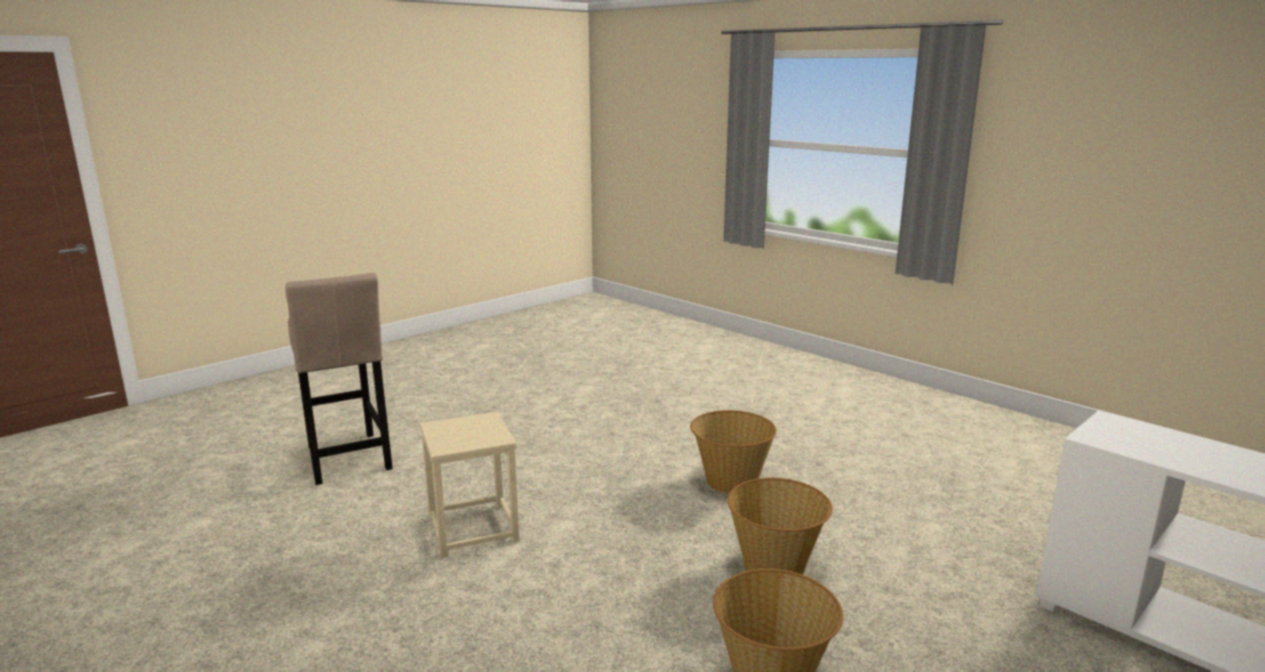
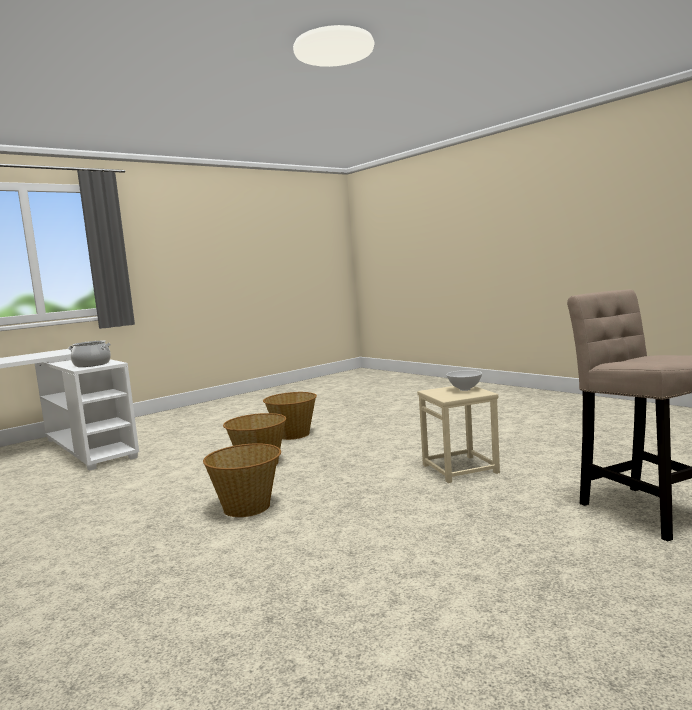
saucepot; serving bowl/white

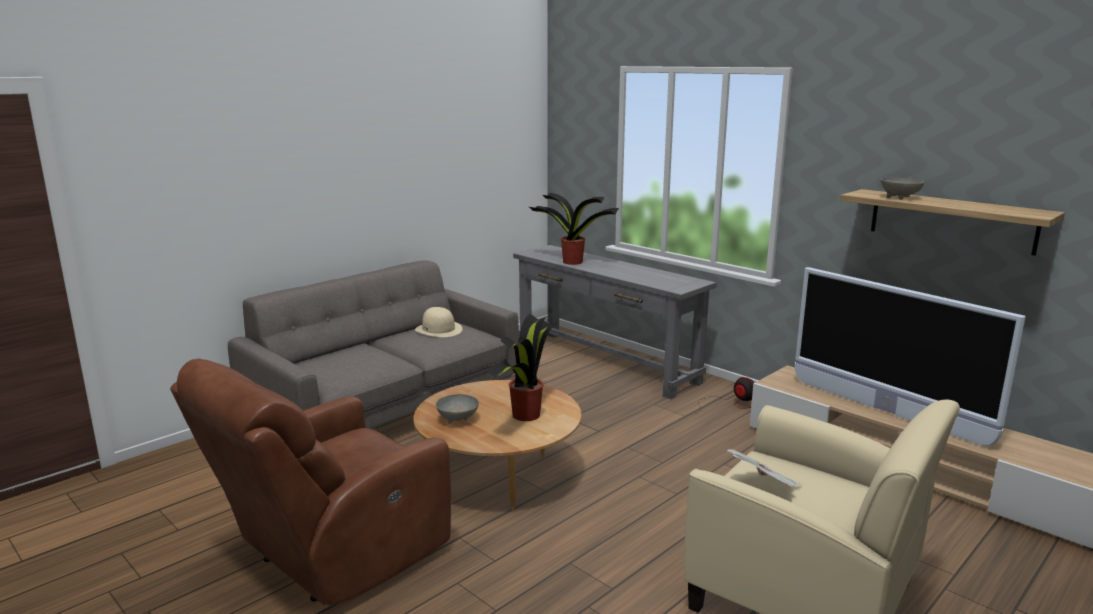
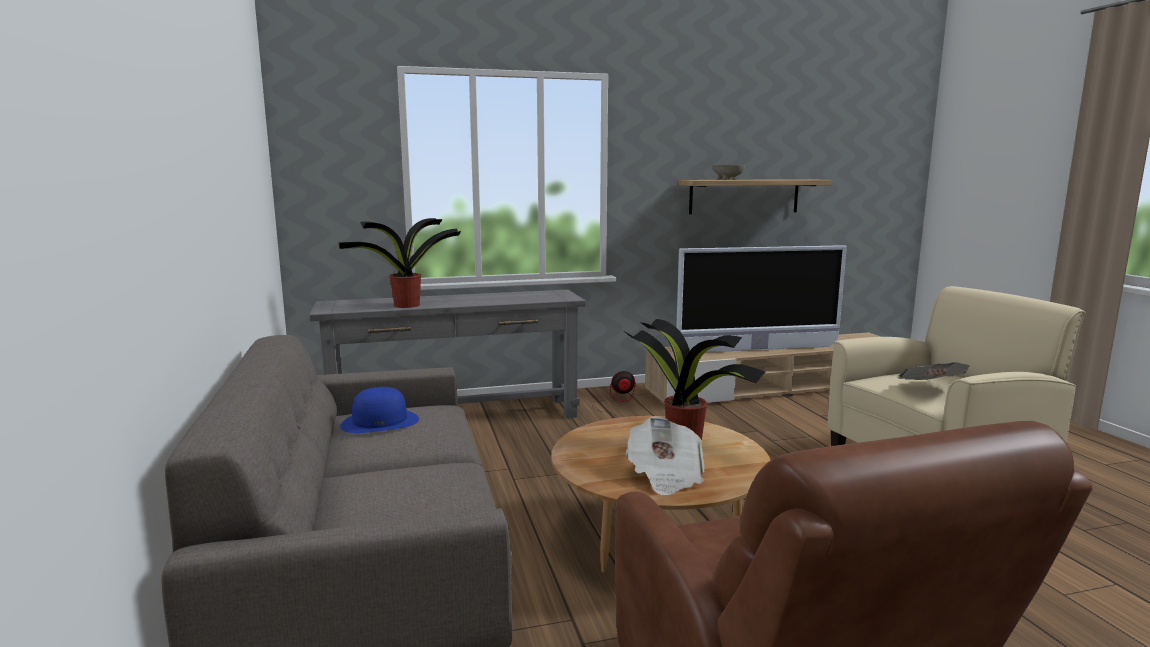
daily paper (1st from left); hat/blue-coloured

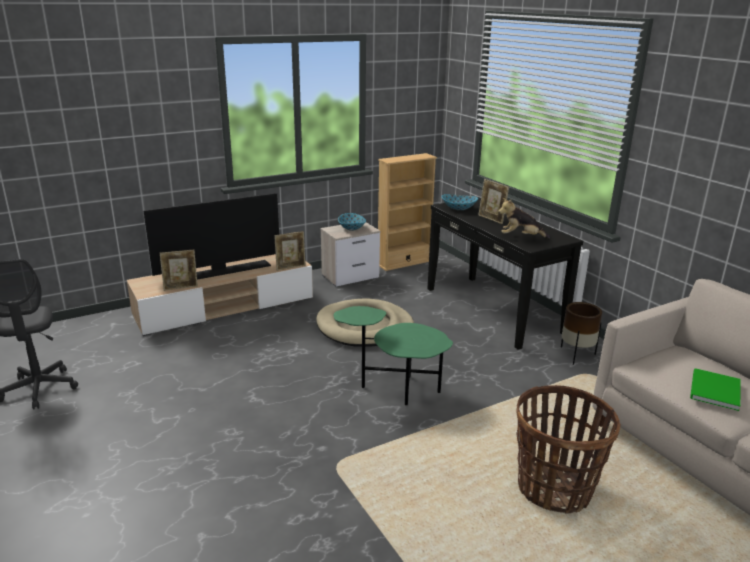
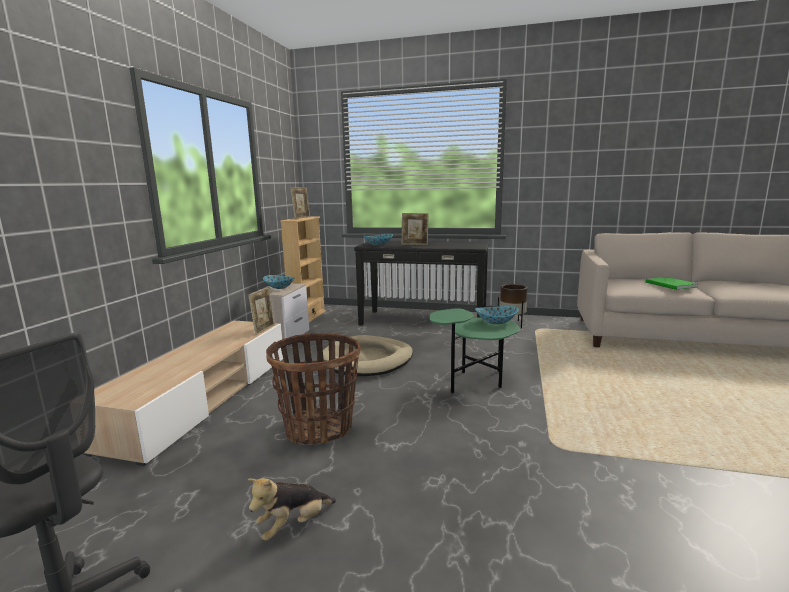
television; serving bowl (3rd from left); standing frame (2nd from left); soft toy; household basket

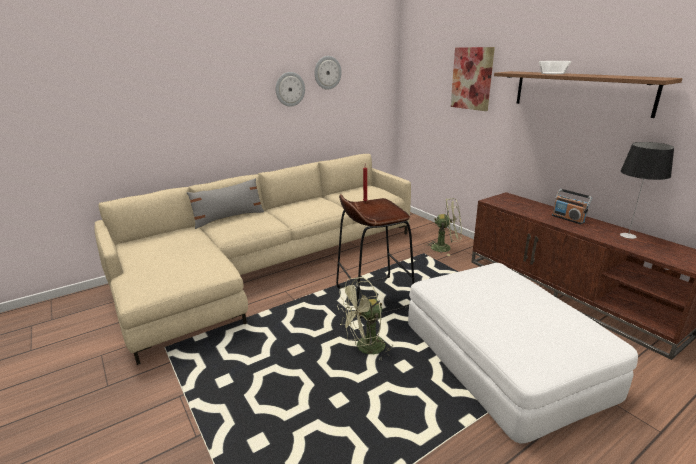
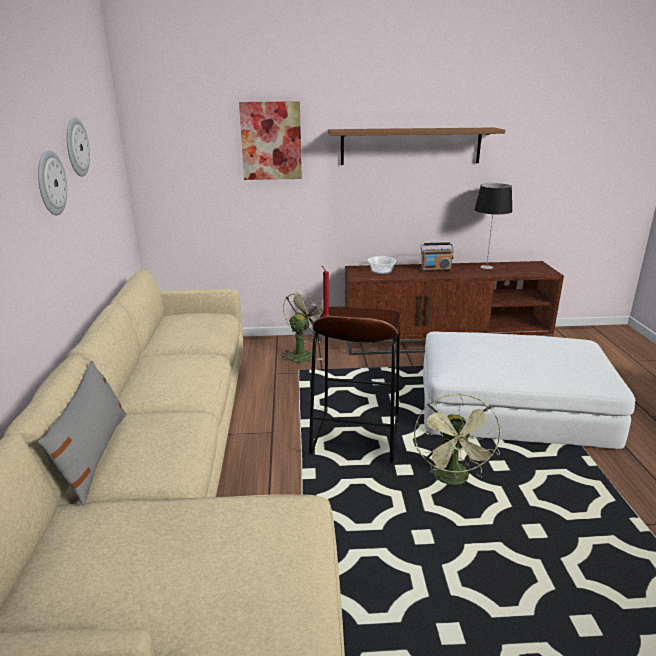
serving bowl

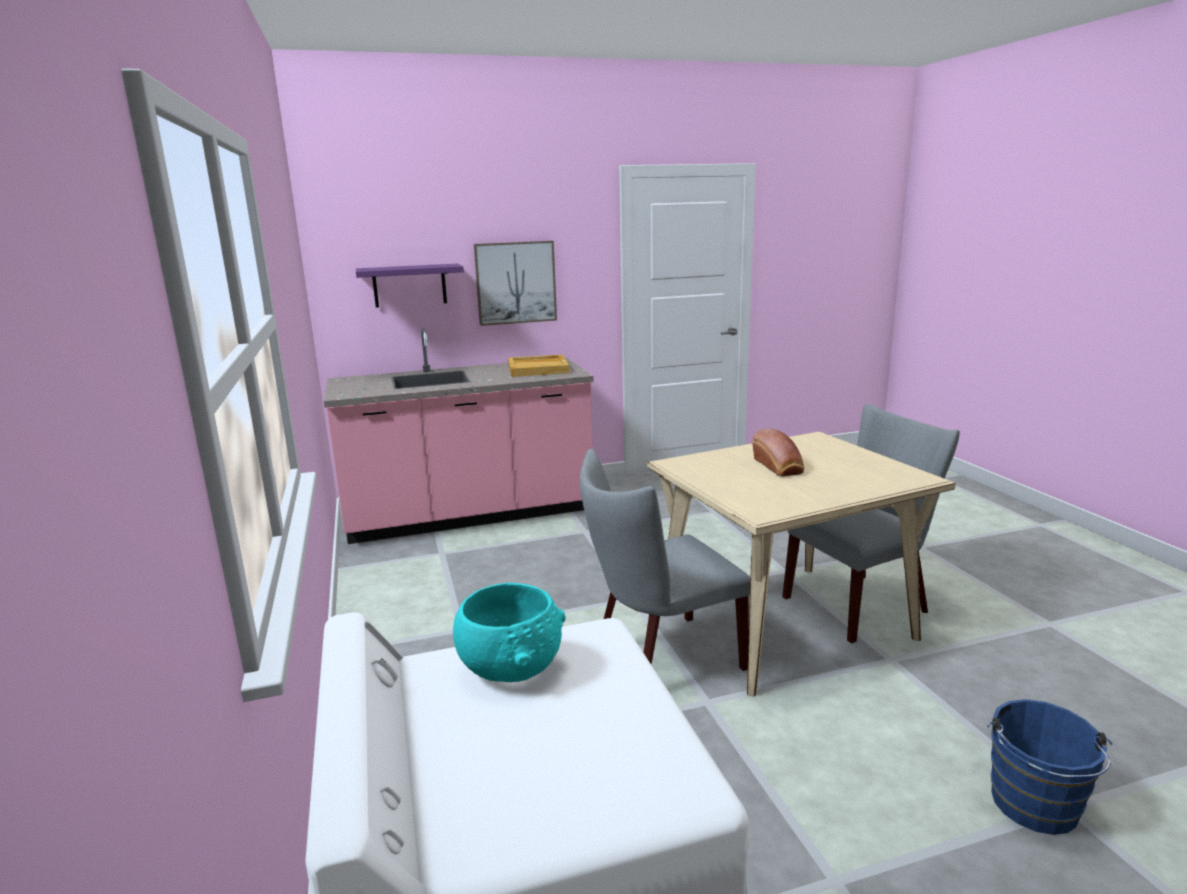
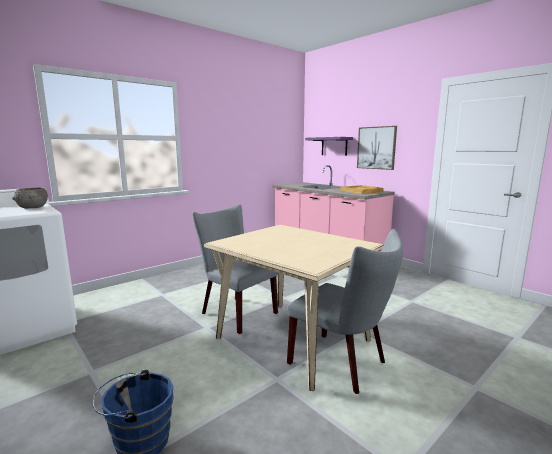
baked bread; serving bowl/grey

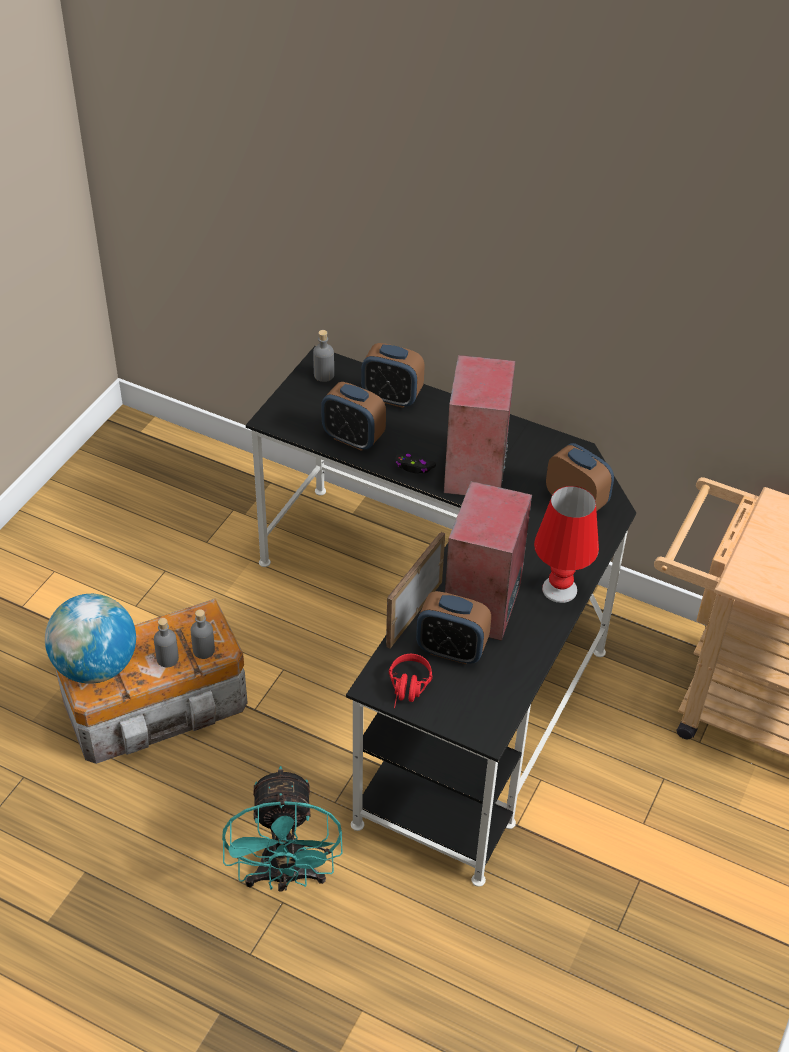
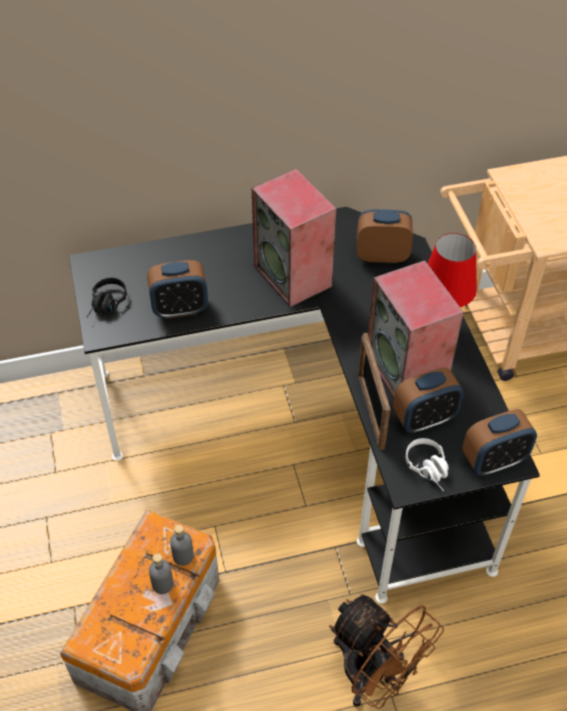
desk globe; beverage bottle/grey (3rd from left in the first image); gamepad/black; pair of headphones/black; alarm clock (4th from left); electric fan/brown-coloured; pair of headphones/white

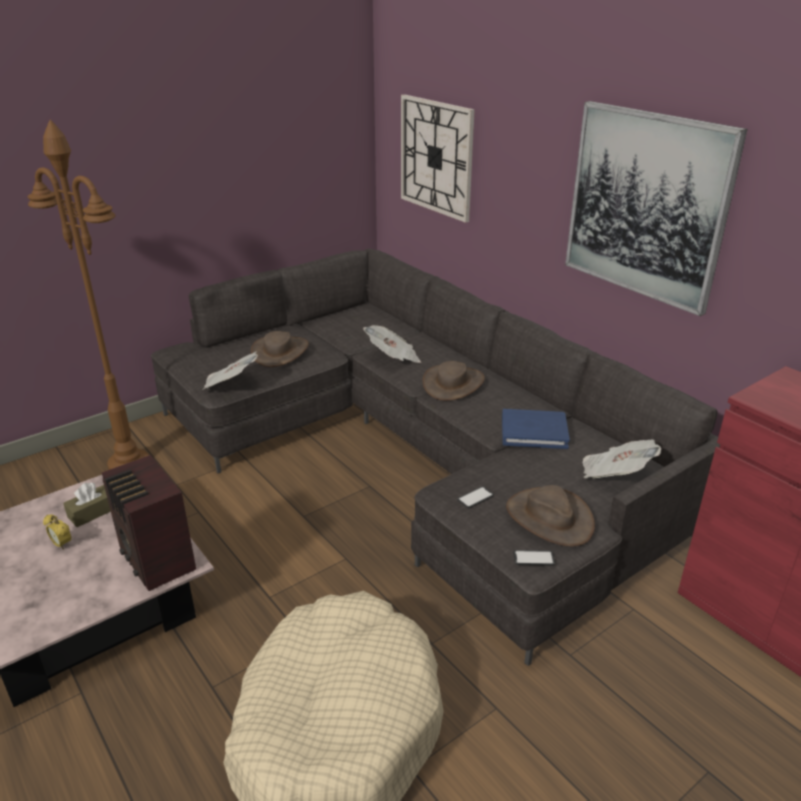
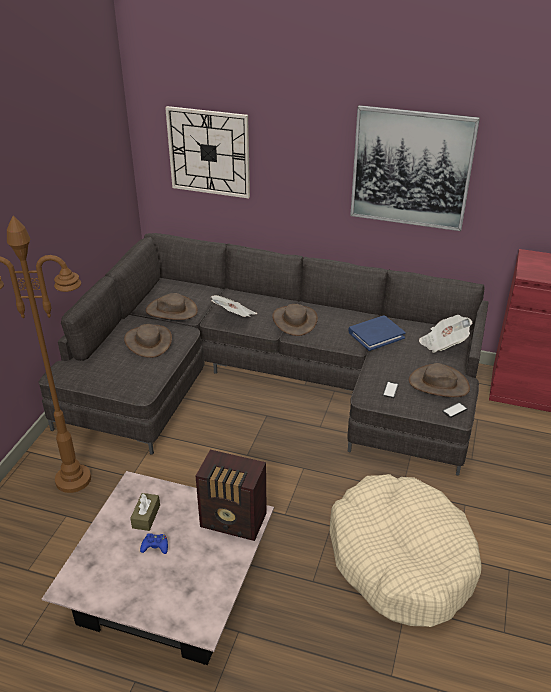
daily paper (1st from left in the first image); hat/brown-coloured (2nd from left); gamepad/blue-coloured

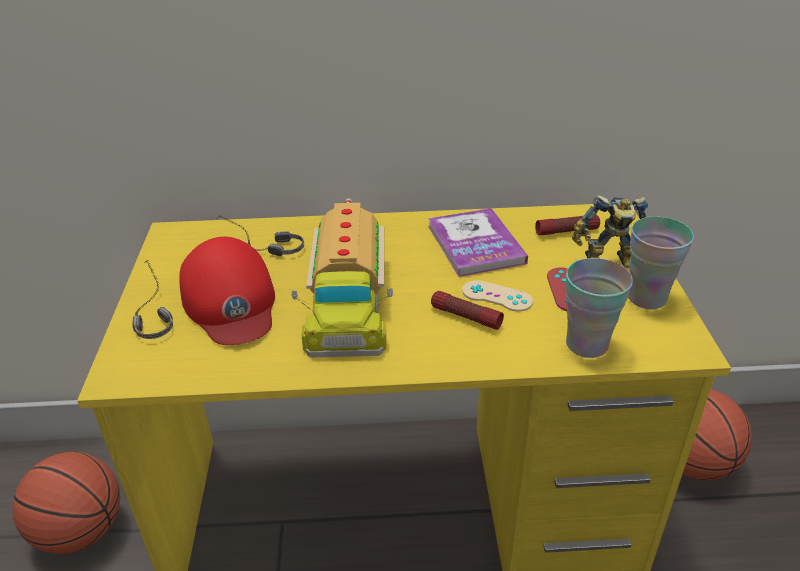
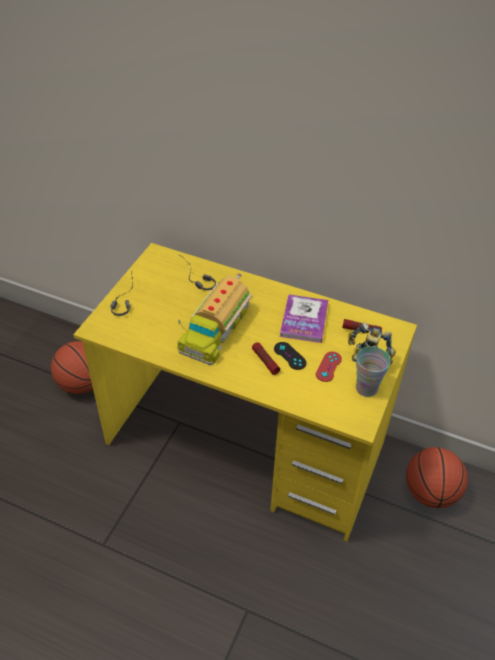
peaked cap/reddish; drinking cup (1st from left in the first image); gamepad/black

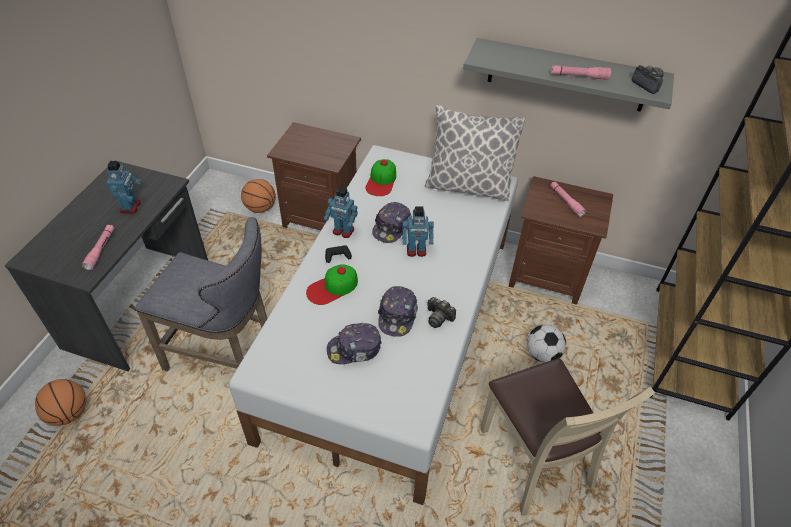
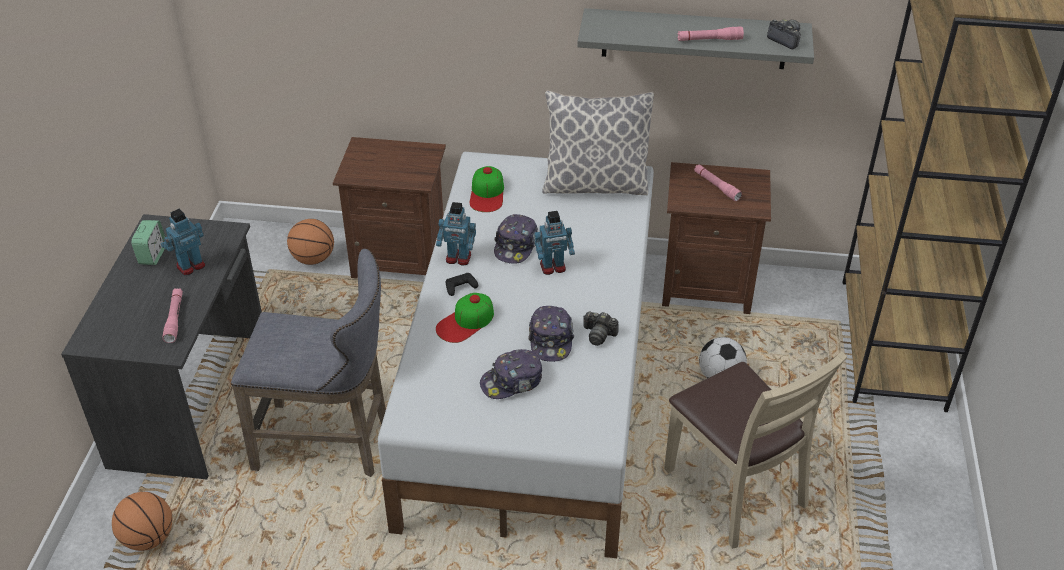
alarm clock; toy robot (1st from left)

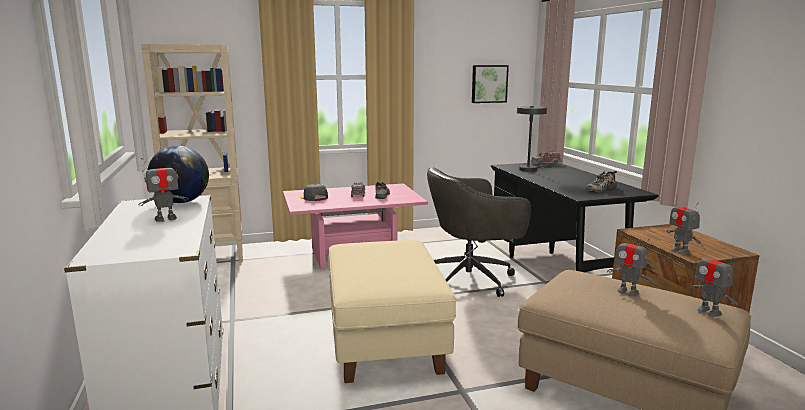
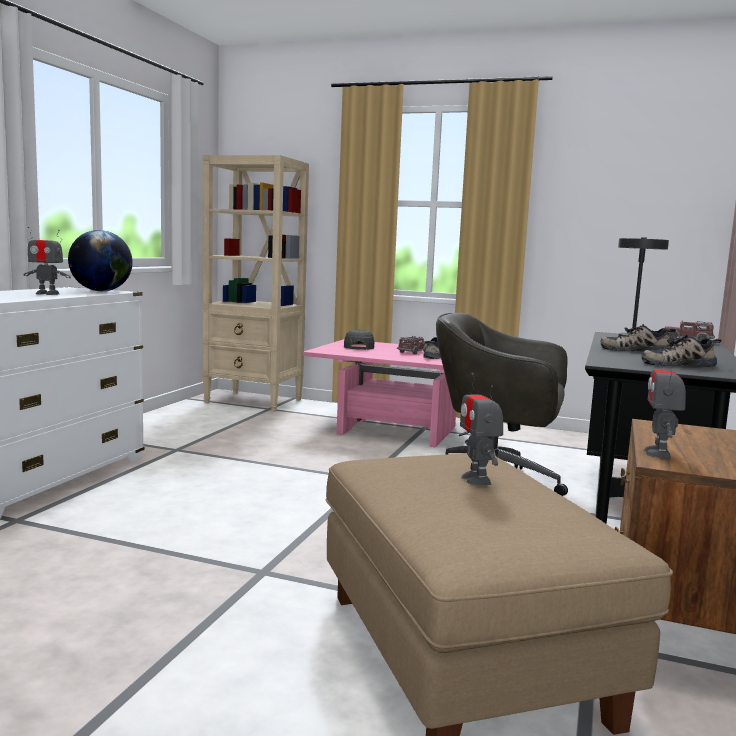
footrest/beige-coloured (1st from left in the first image); wall picture; toy robot (4th from left in the first image); low shoe (2nd from left)

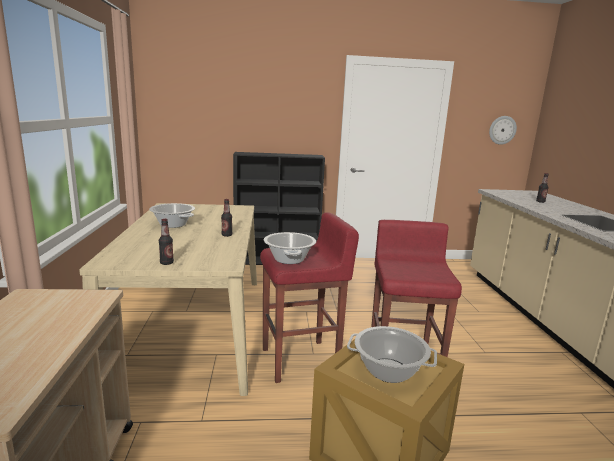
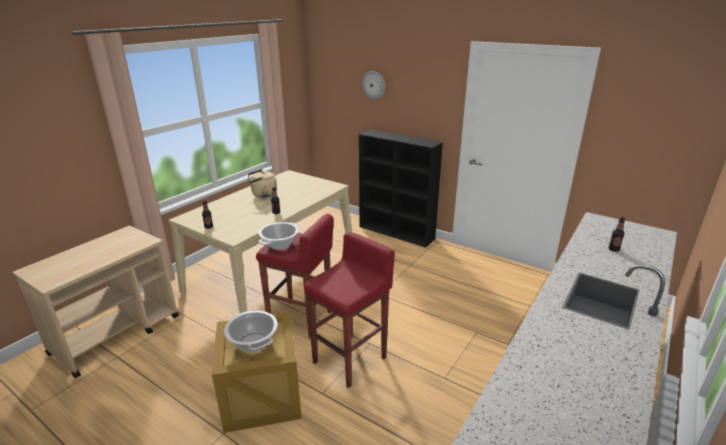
clock on the wall; kettle/beige-coloured

